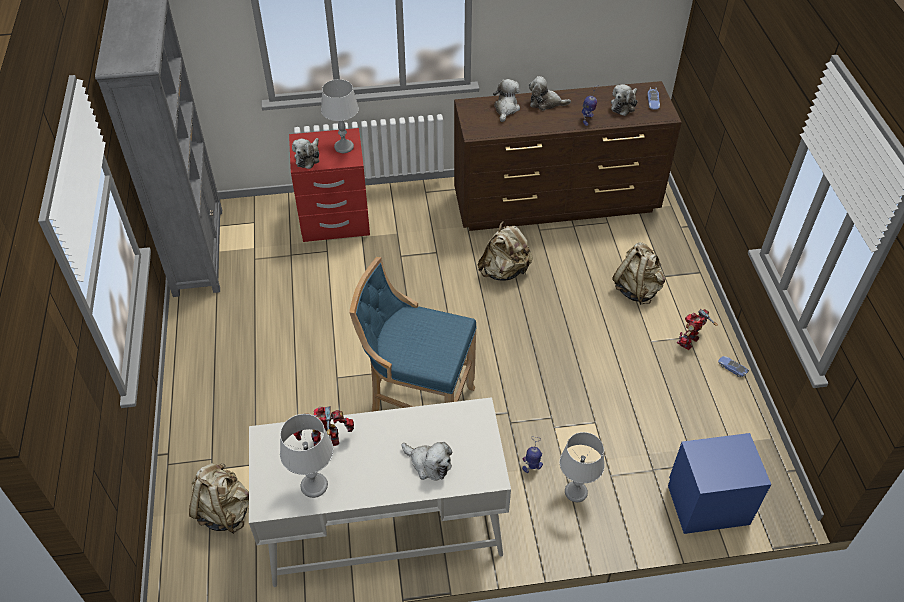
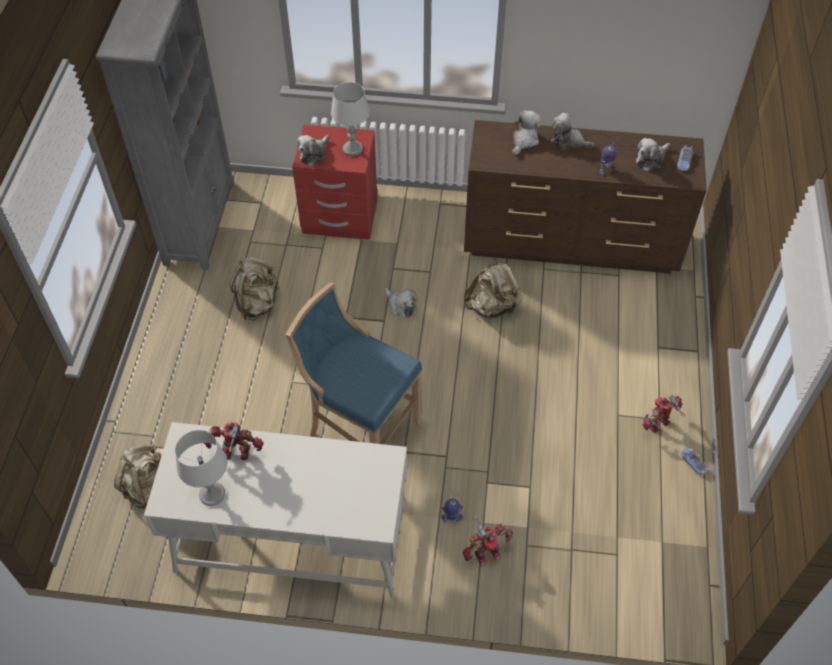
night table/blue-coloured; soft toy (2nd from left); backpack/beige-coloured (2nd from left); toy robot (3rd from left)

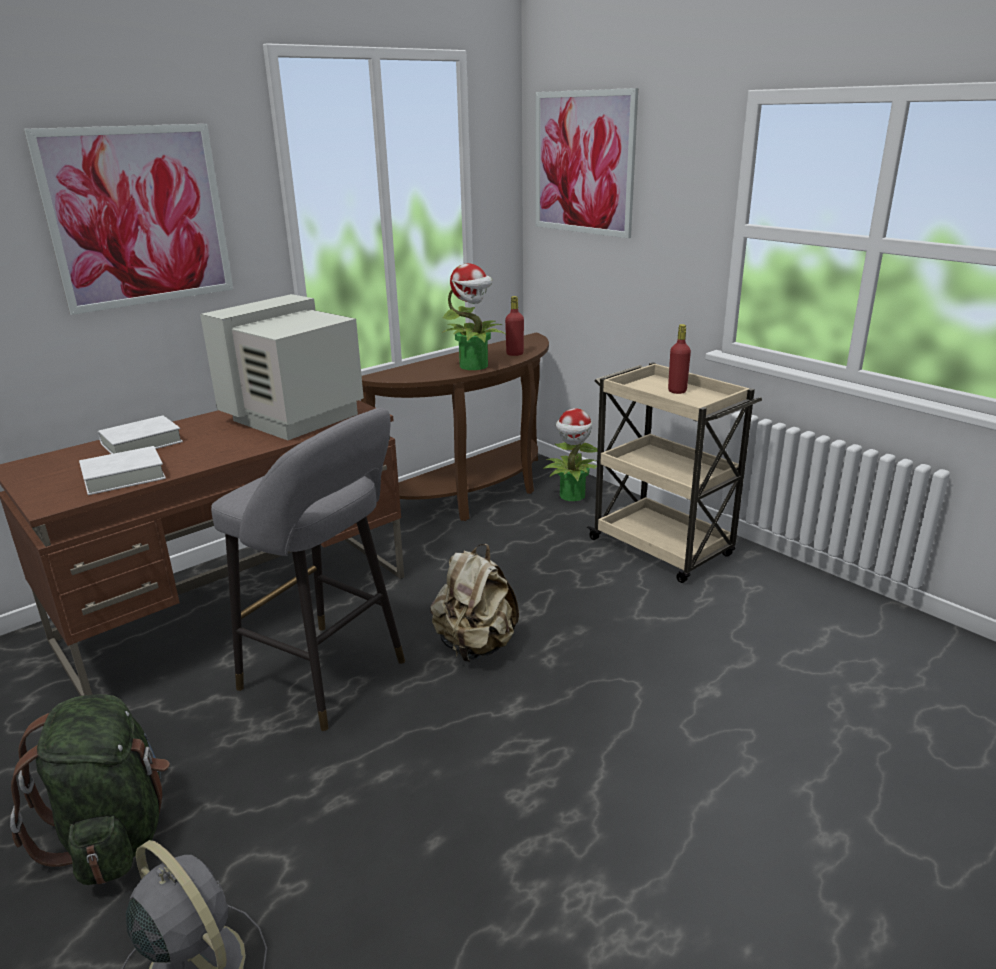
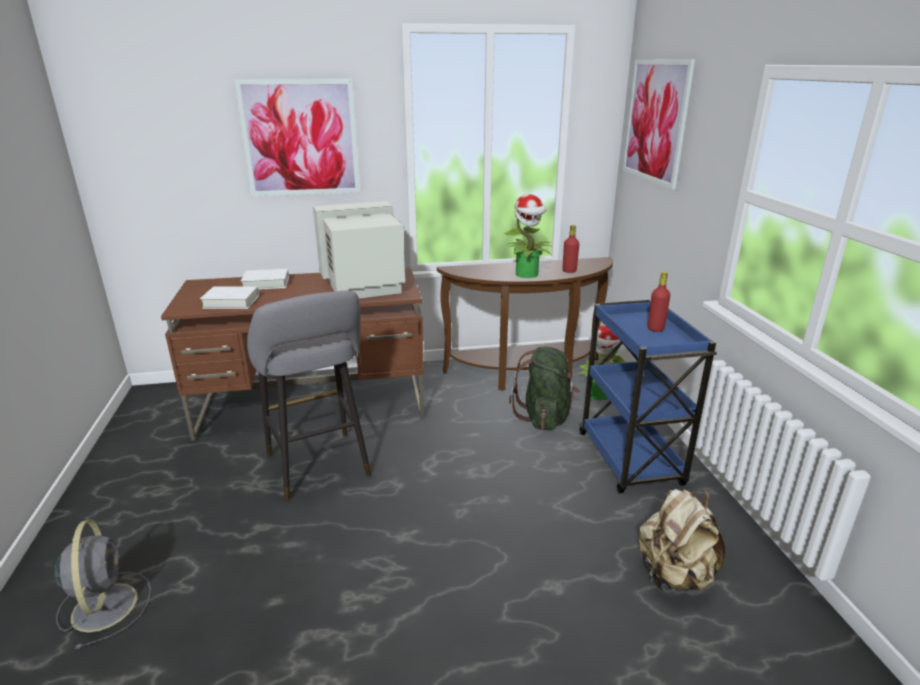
backpack/greenish; backpack/beige-coloured; cart/blue-coloured

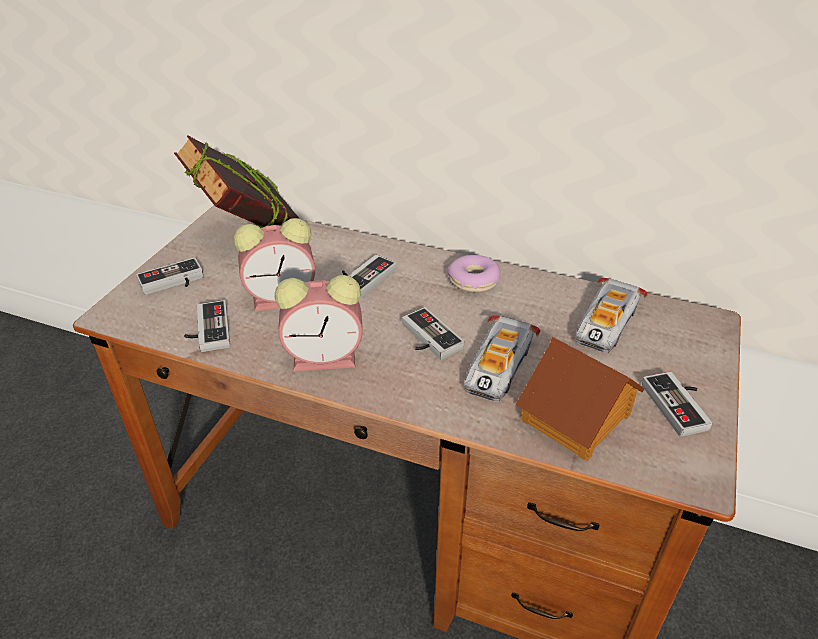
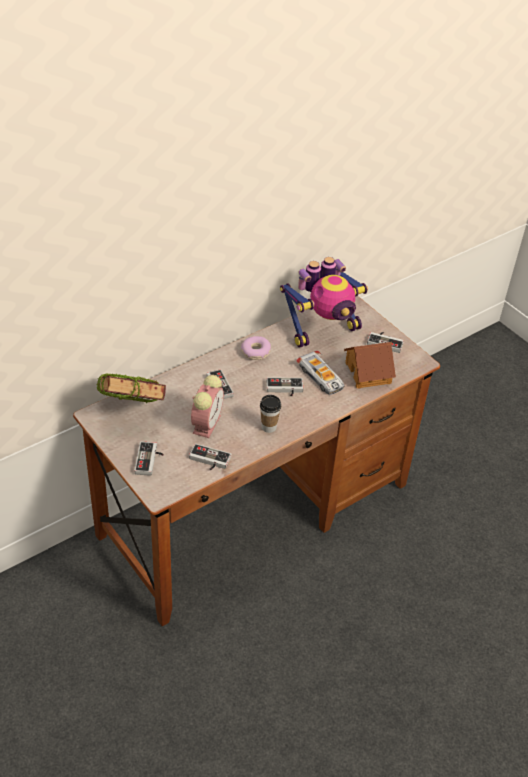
drinking cup; toy robot

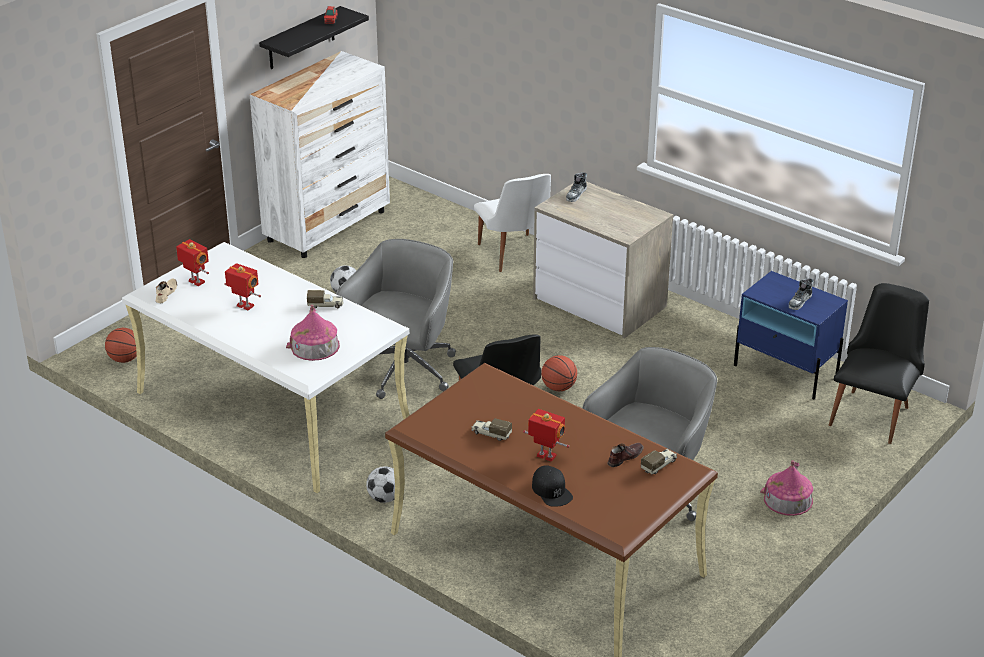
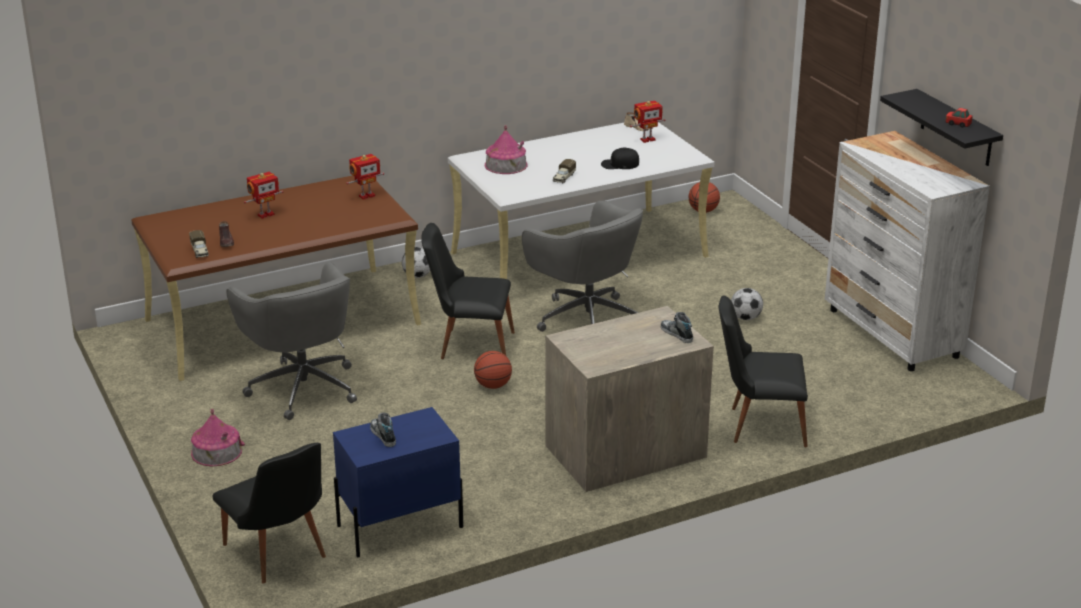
model truck (2nd from left in the first image); toy robot (2nd from left); peaked cap/black; plain chair/black (3rd from left)

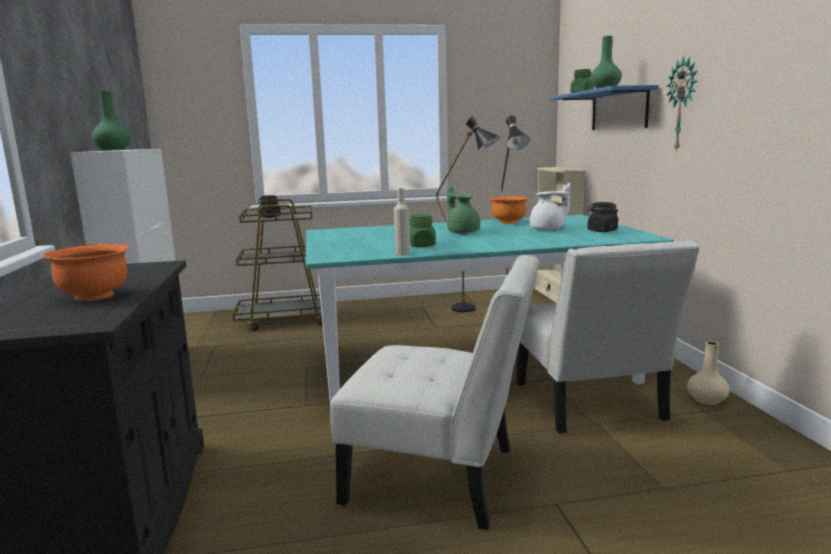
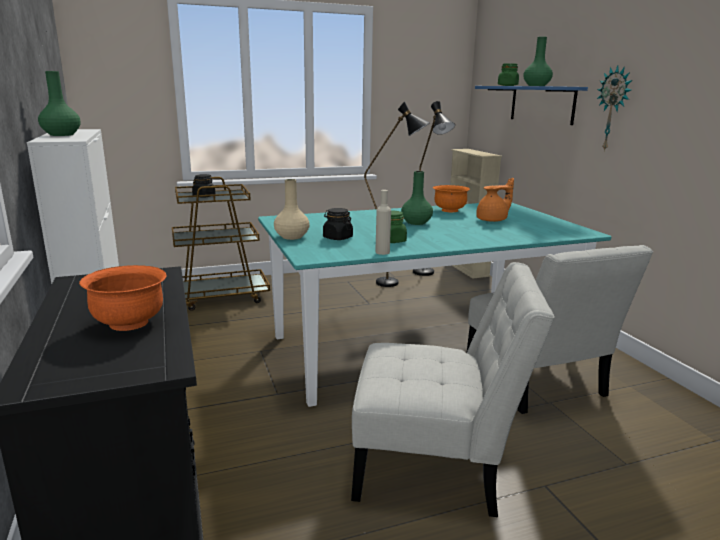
jar/black (2nd from left); vase/beige-coloured; vase/greenish (2nd from left); tea pot/orangey

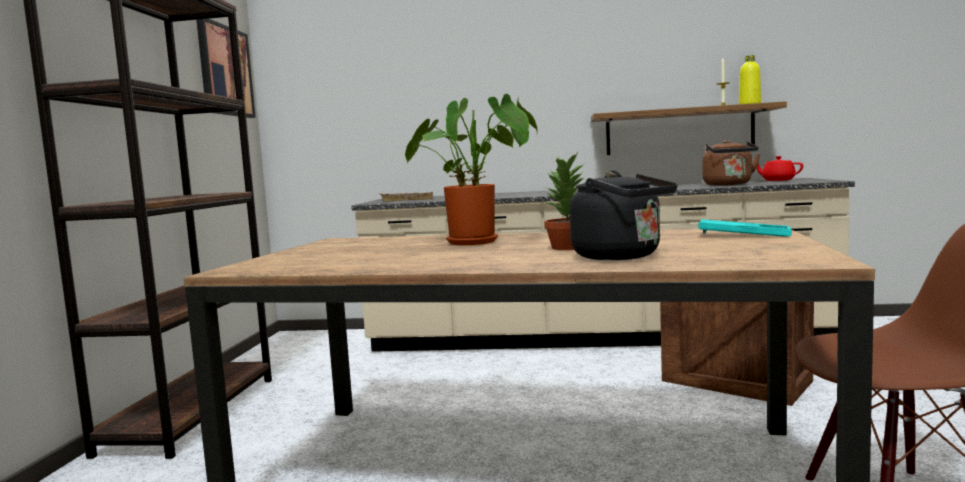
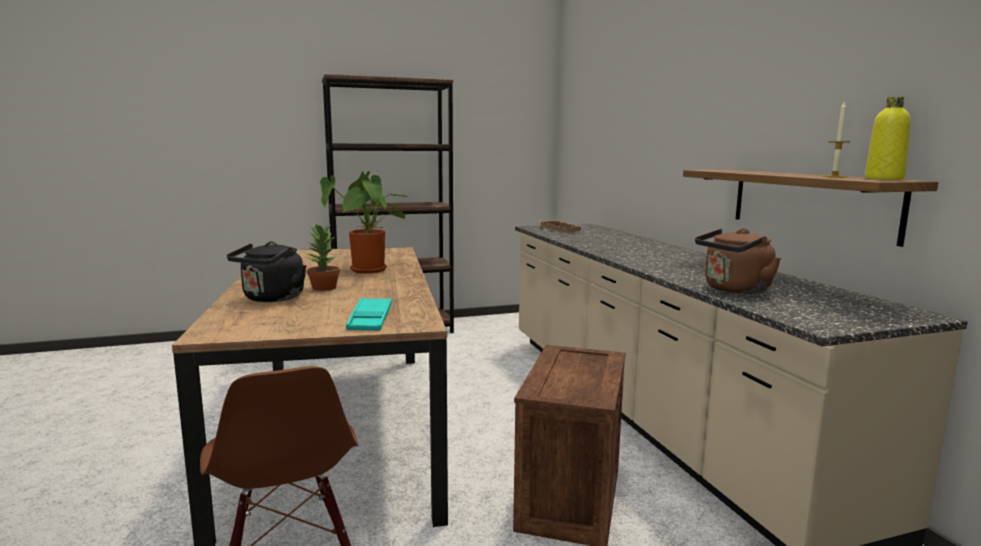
wall picture; tea pot/reddish

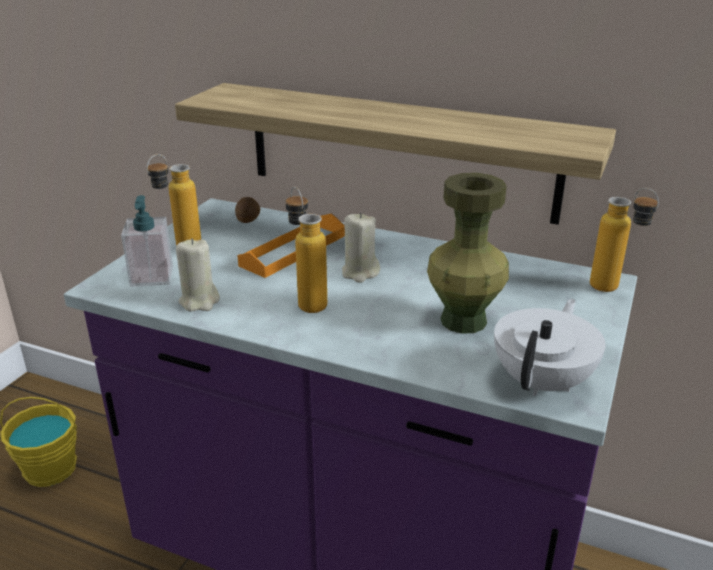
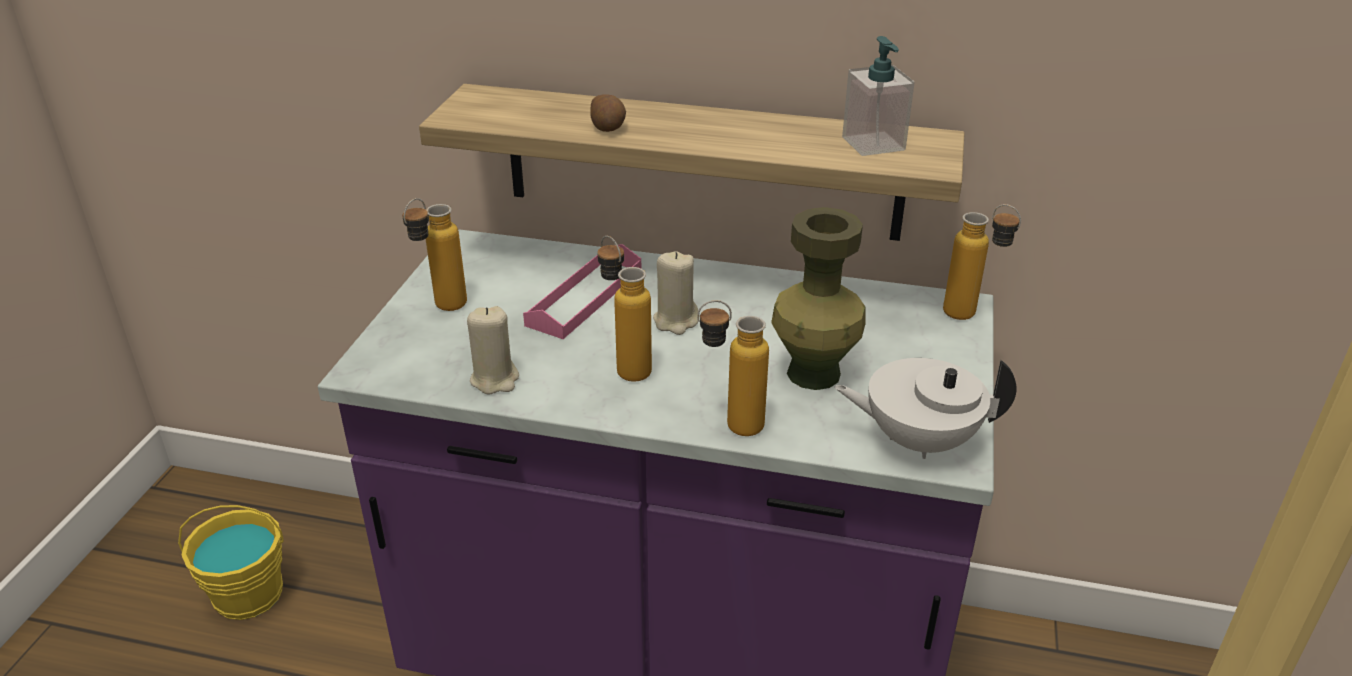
beverage bottle (3rd from left); liquid soap bottle; potato; serving tray/pink; tea pot/white

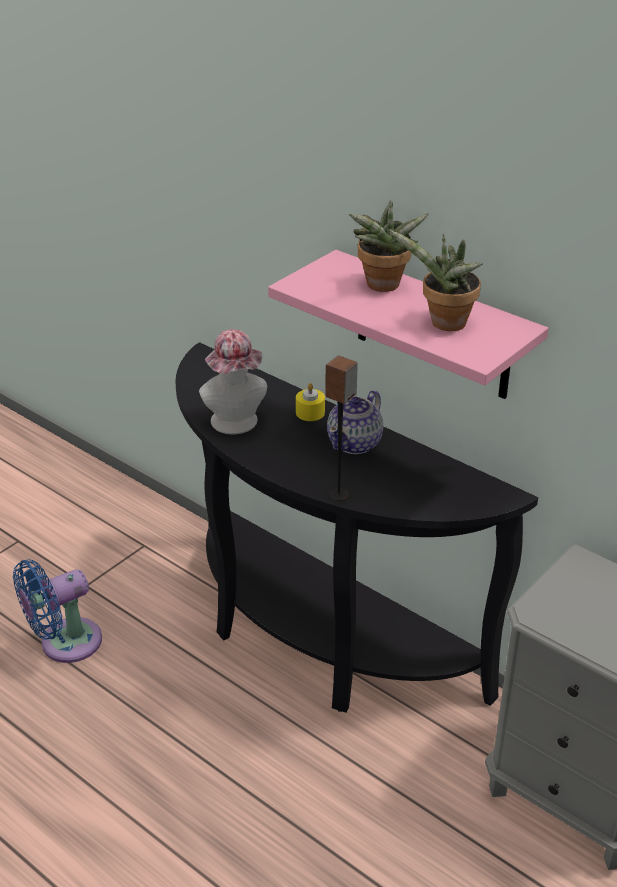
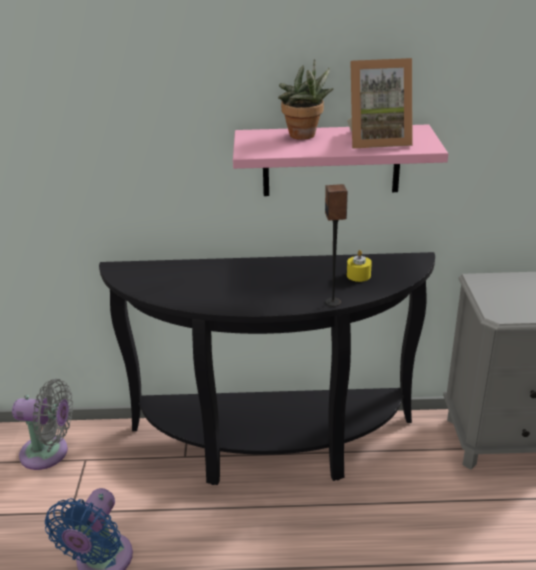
hat; tea pot; electric fan/grey; wax candle/yellowish; standing frame

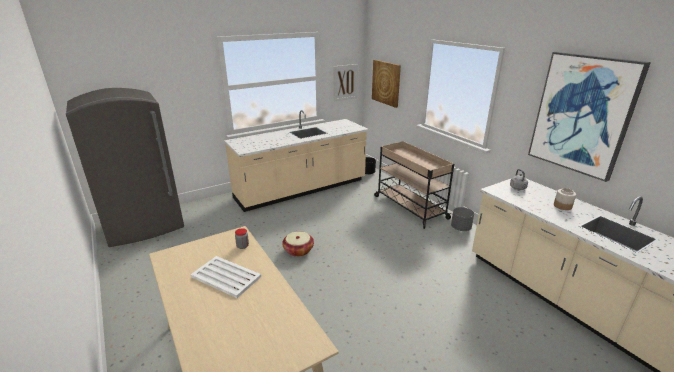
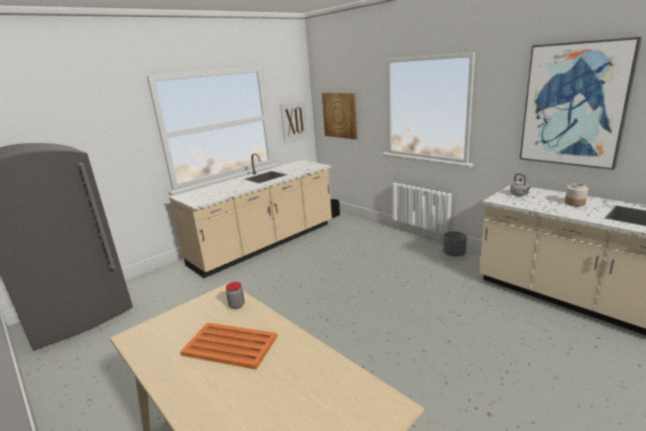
household basket; cart/beige-coloured; serving tray/orangey

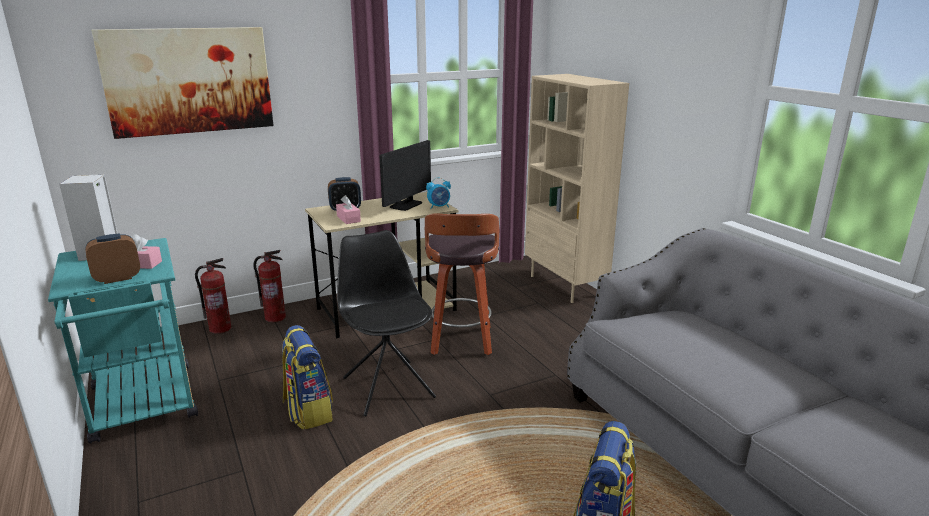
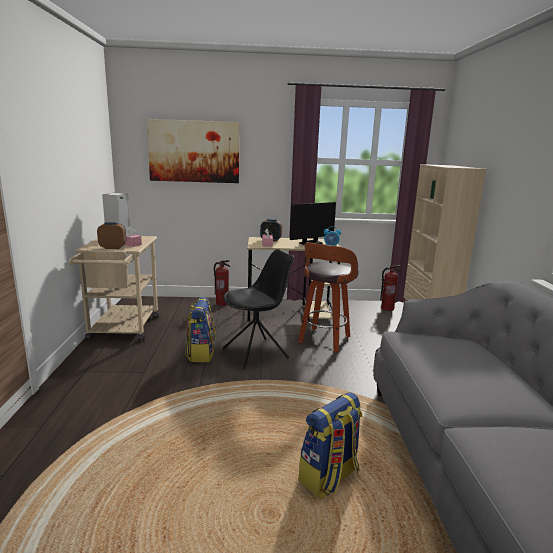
fire-fighting cylinder (2nd from left); cart/beige-coloured; plain chair/black

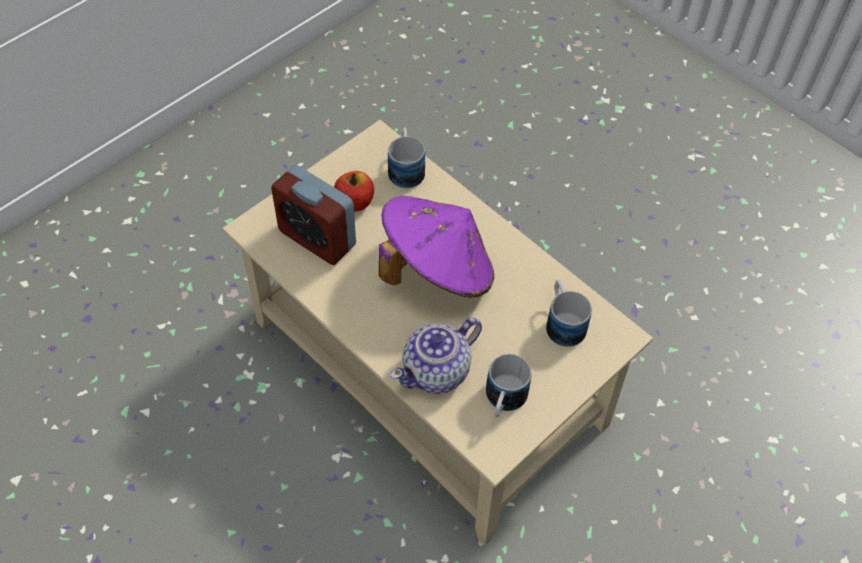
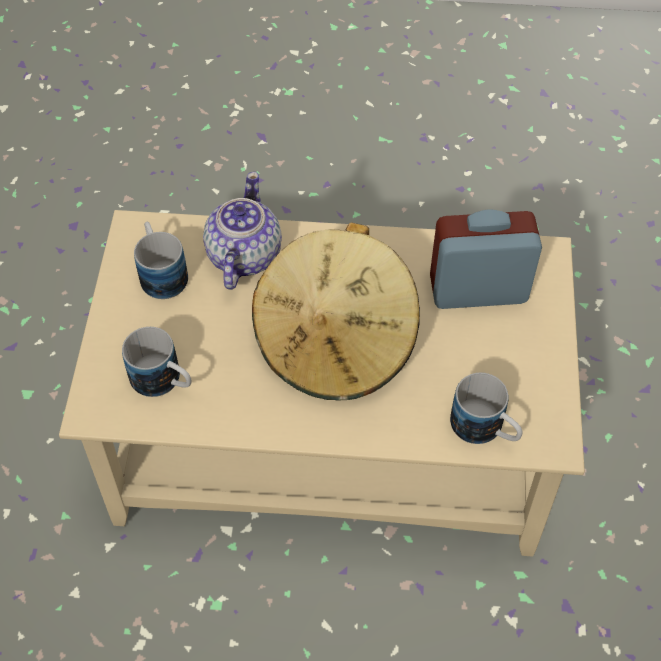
apple fruit; hat/beige-coloured

